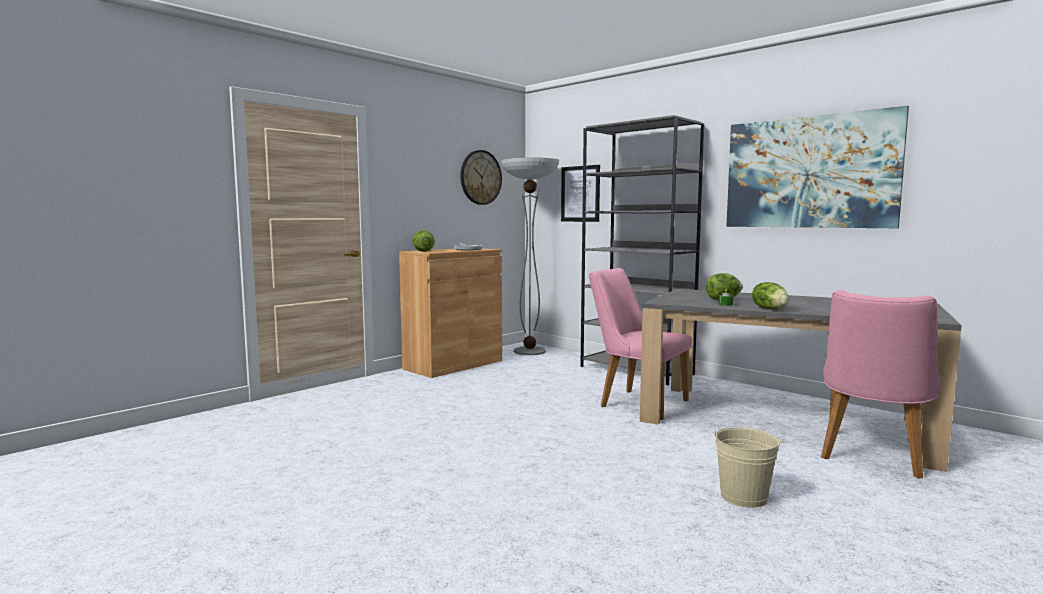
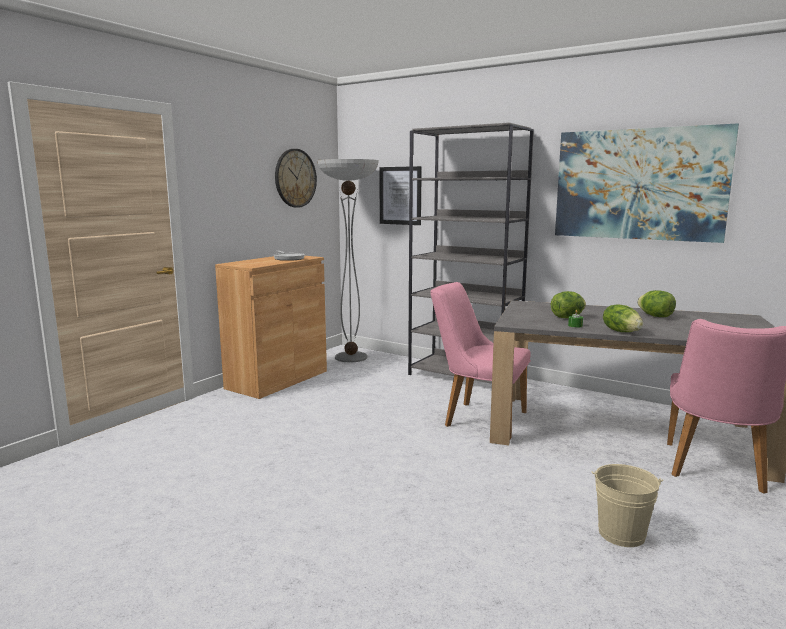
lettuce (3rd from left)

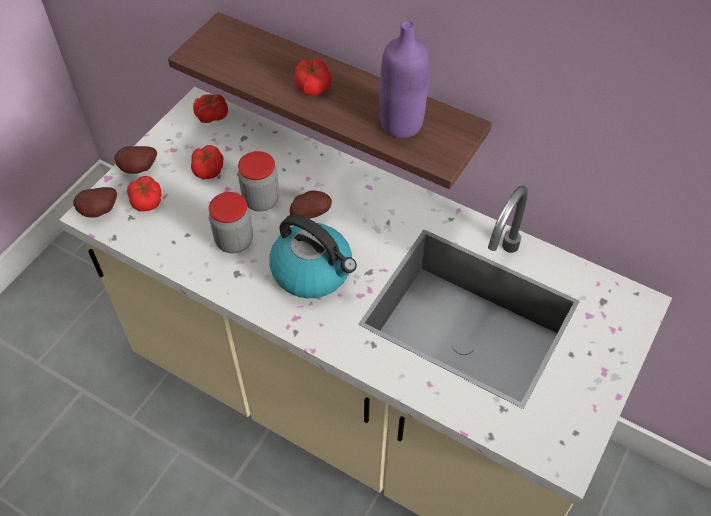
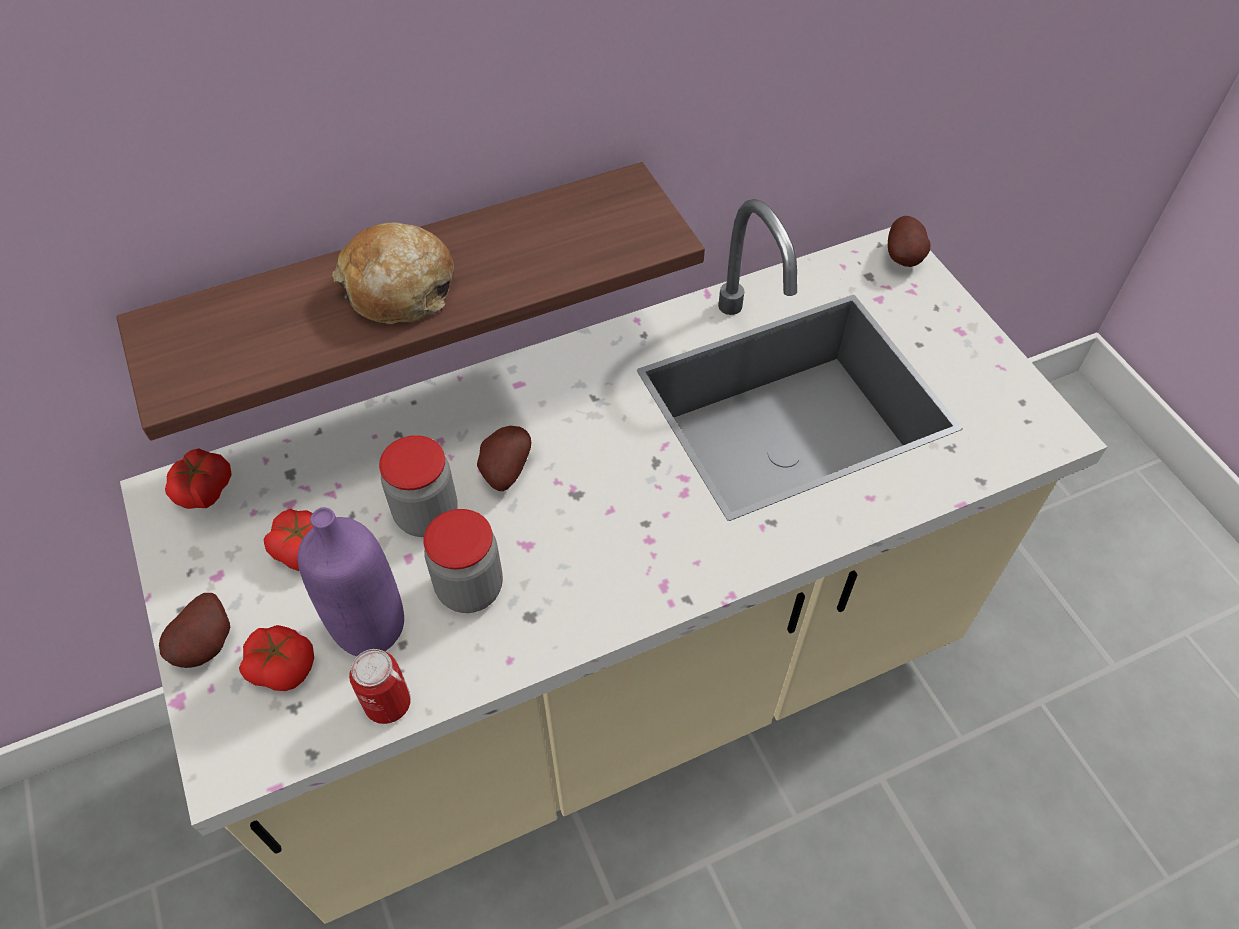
whole potato (3rd from left)
tea kettle
baked bread
purple-coloured bottle
metal can

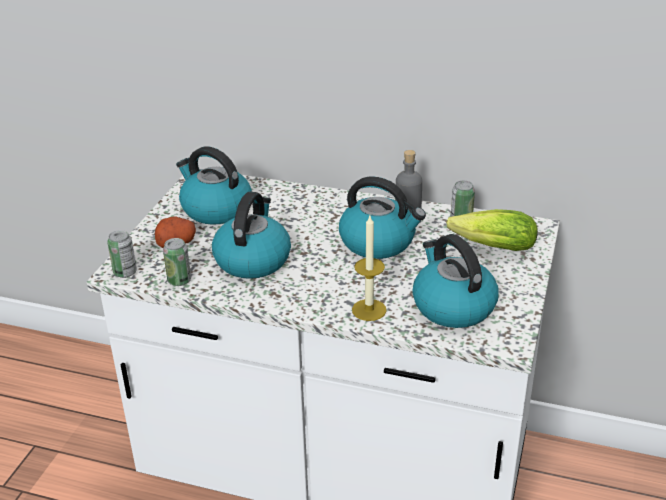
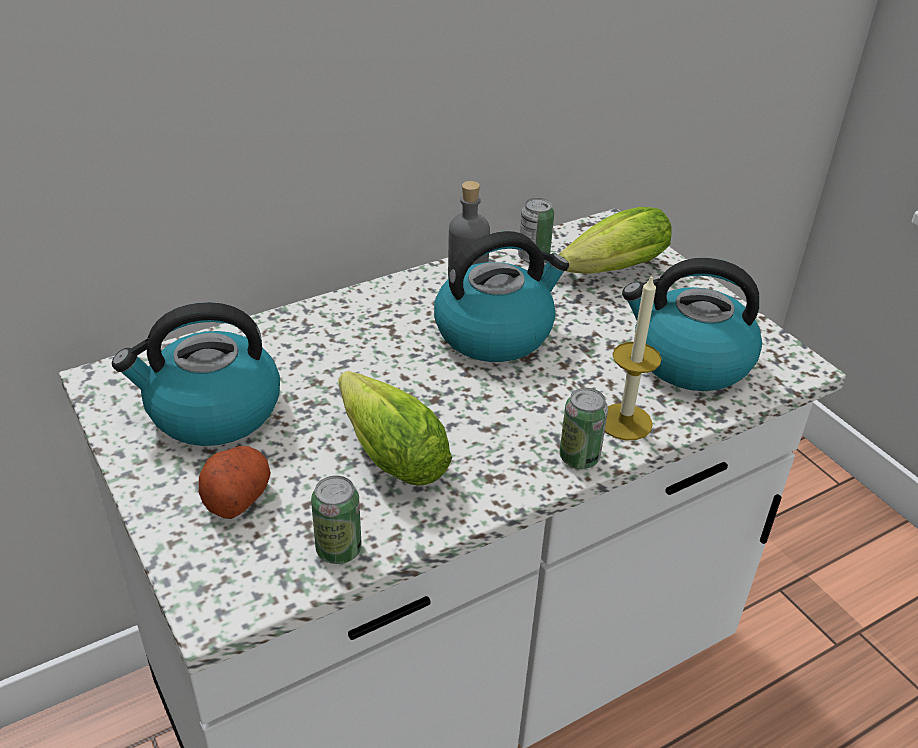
metal can (3rd from left)
lettuce (1st from left)

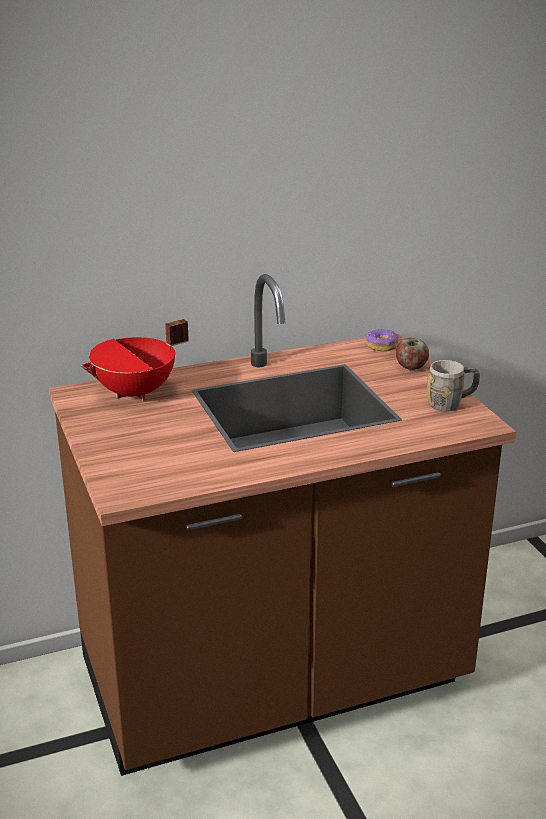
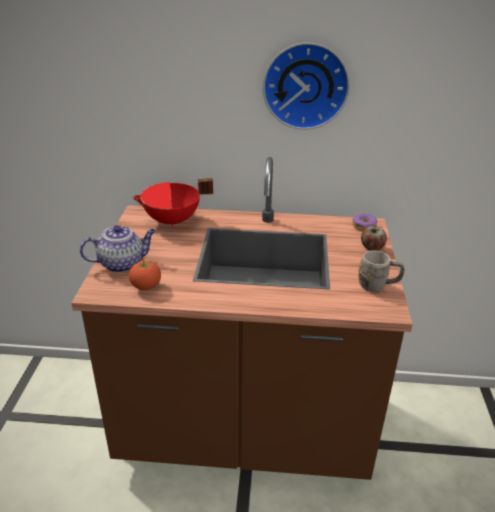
tea pot
fresh tomato
clock on the wall

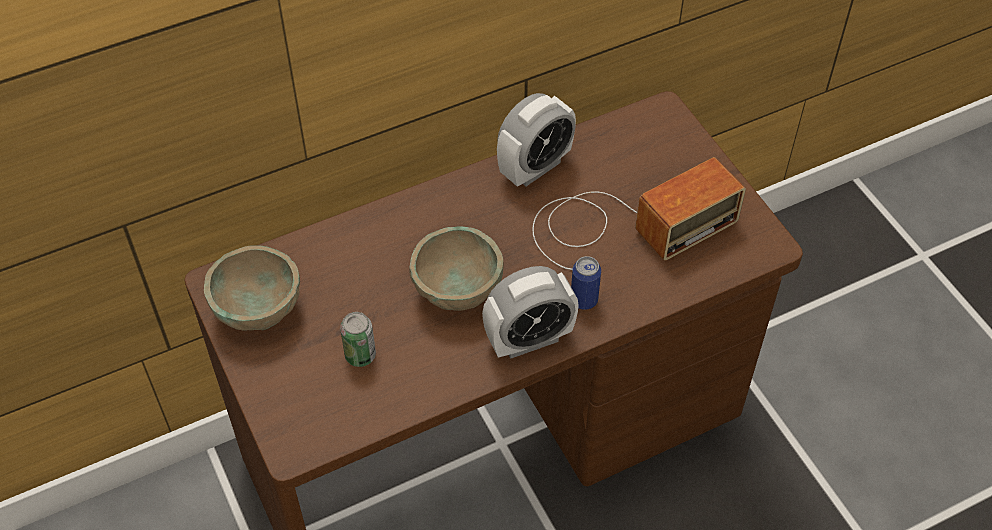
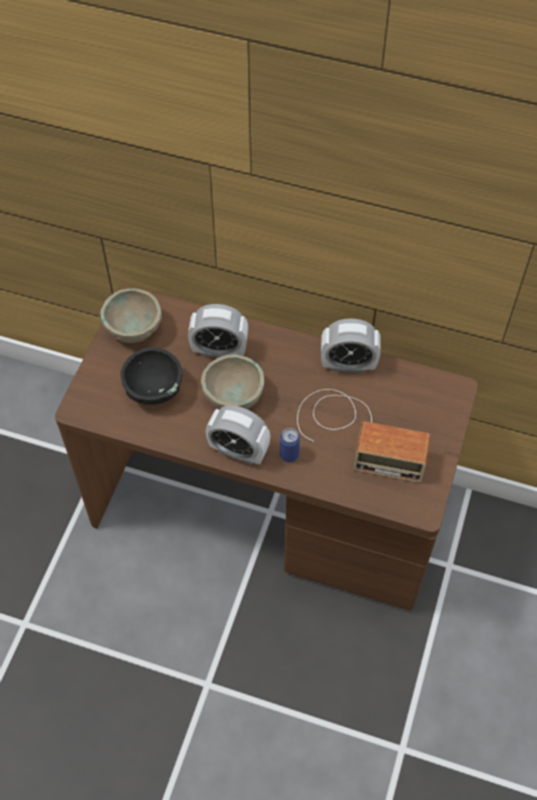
blackish serving bowl
table clock (1st from left)

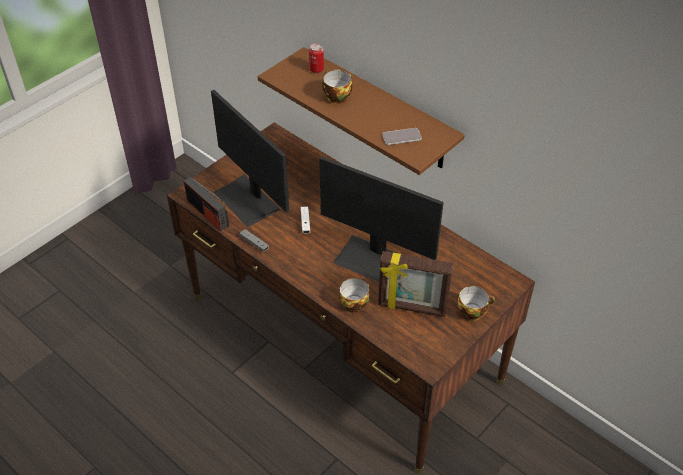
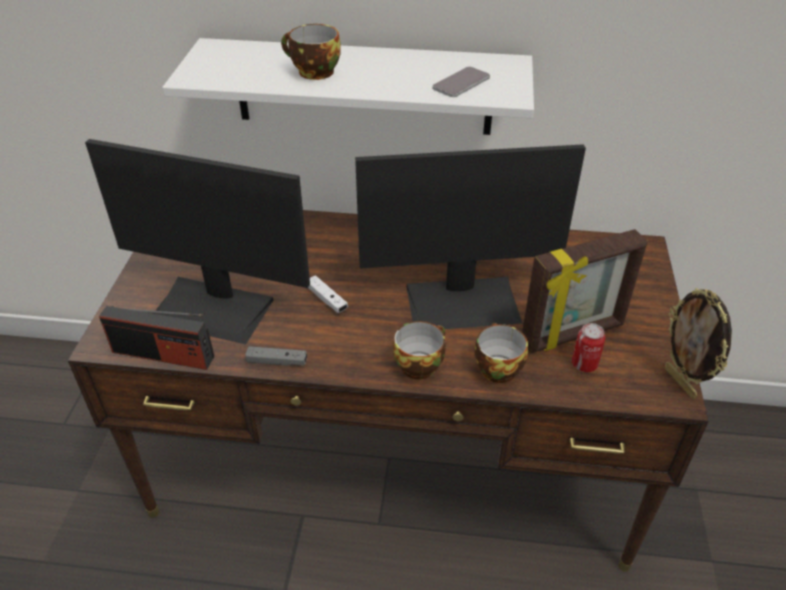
whitish bracket shelf
metal can
drinking cup (2nd from left)
photo frame (2nd from left)

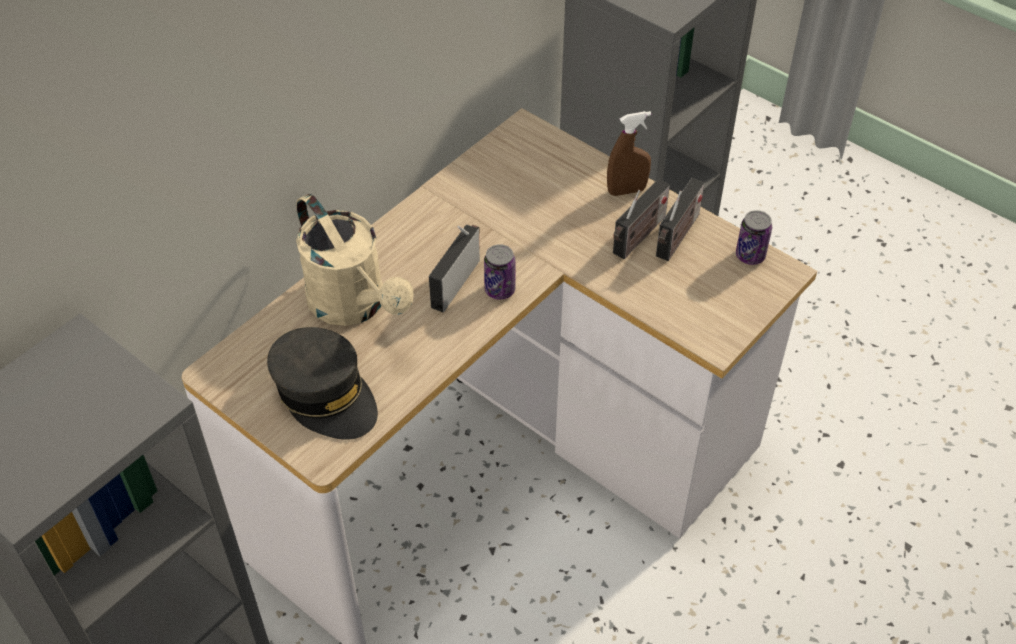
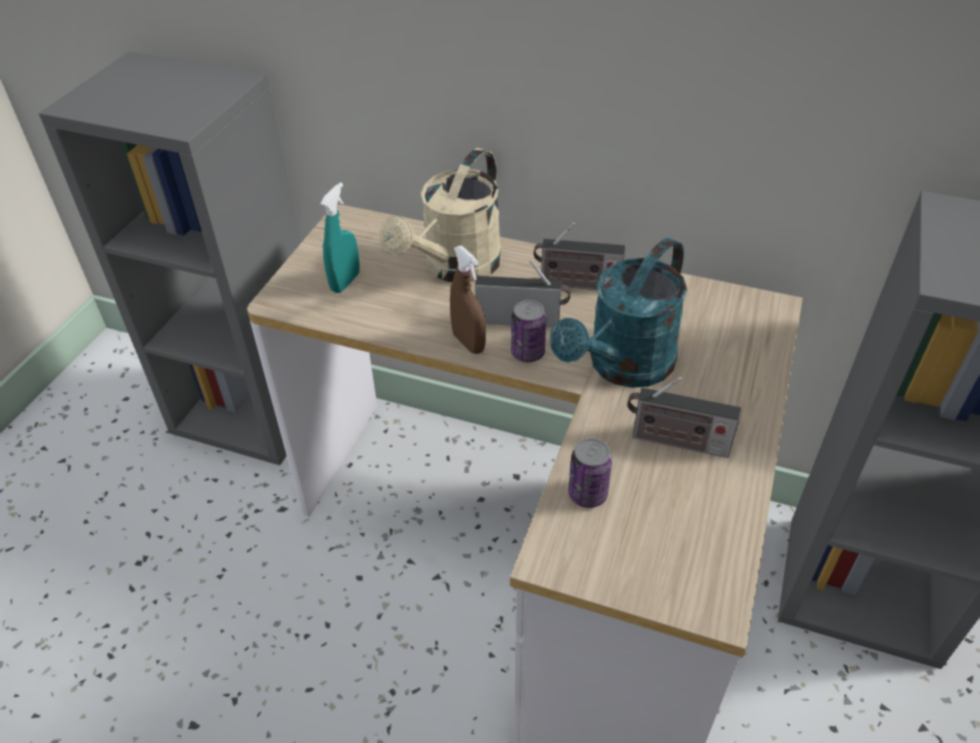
turquoise sprayer
brownish sprayer
radio receiver (2nd from left)
metal can (2nd from left)
turquoise watering pot

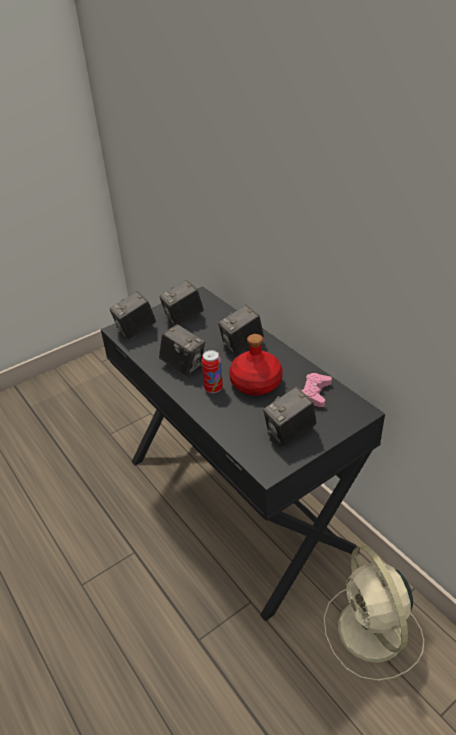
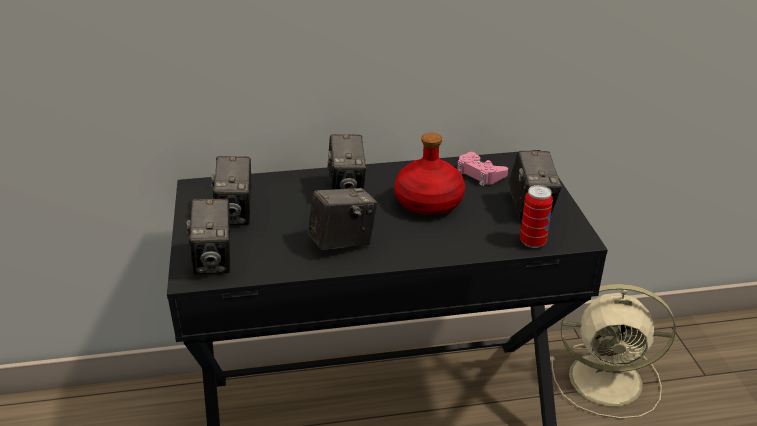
metal can

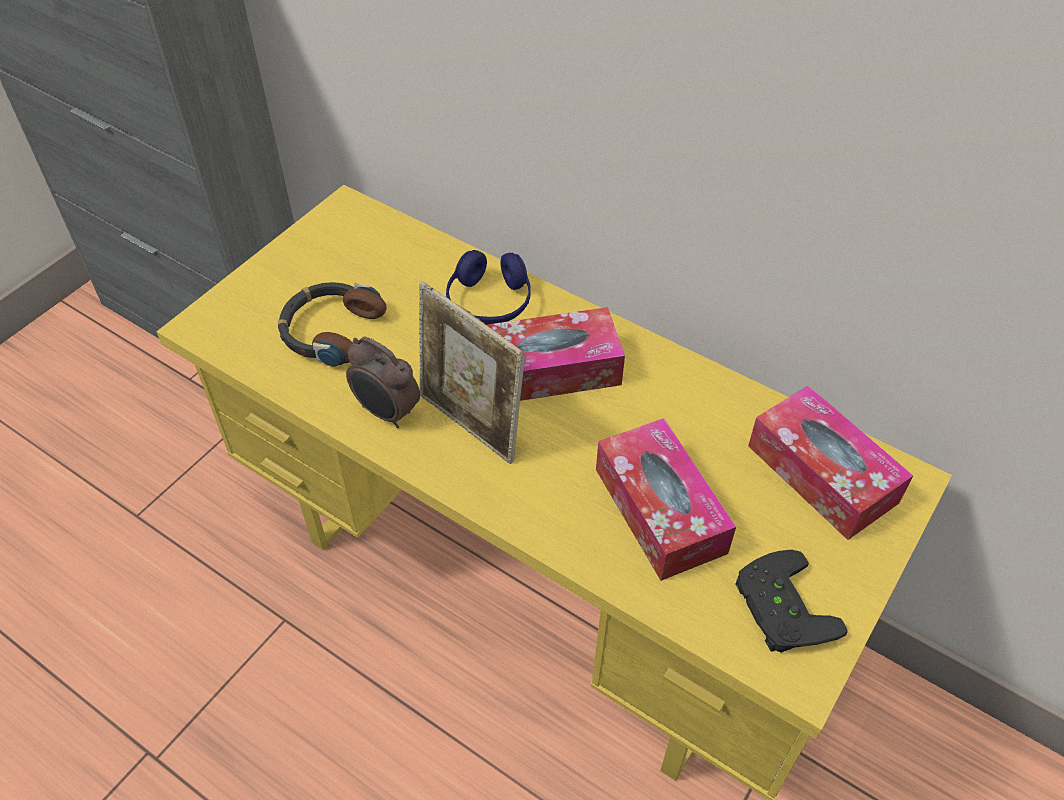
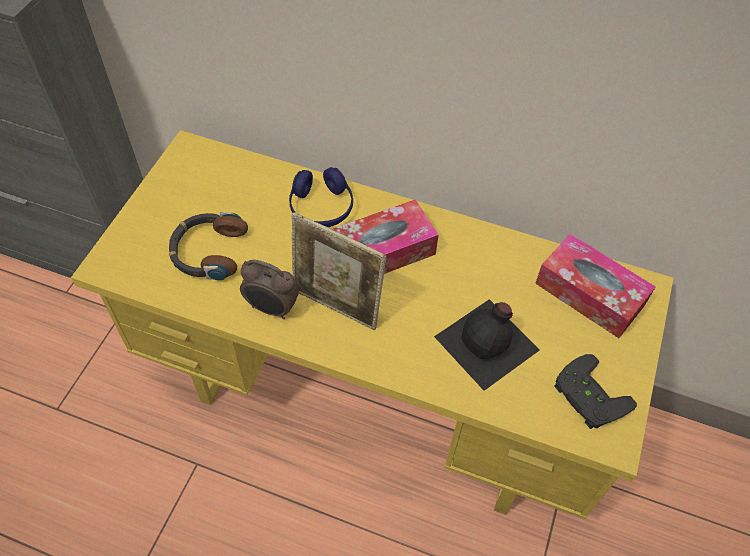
blackish bottle

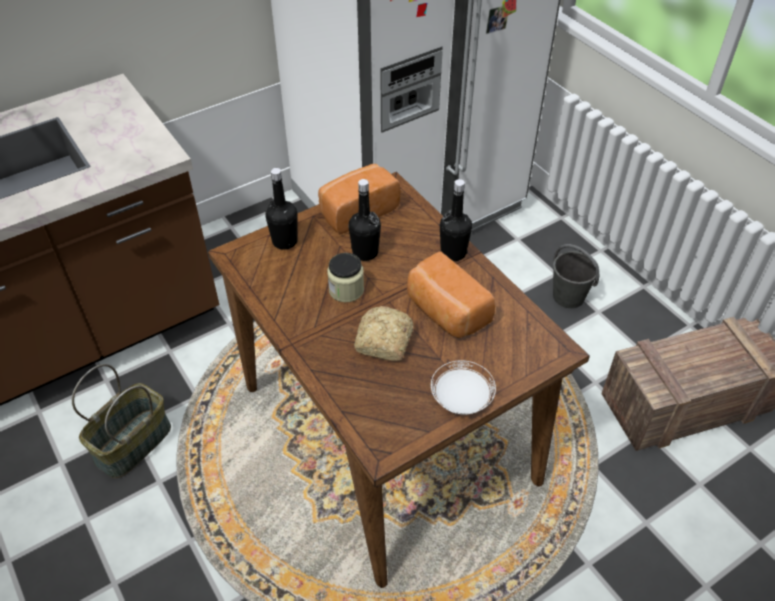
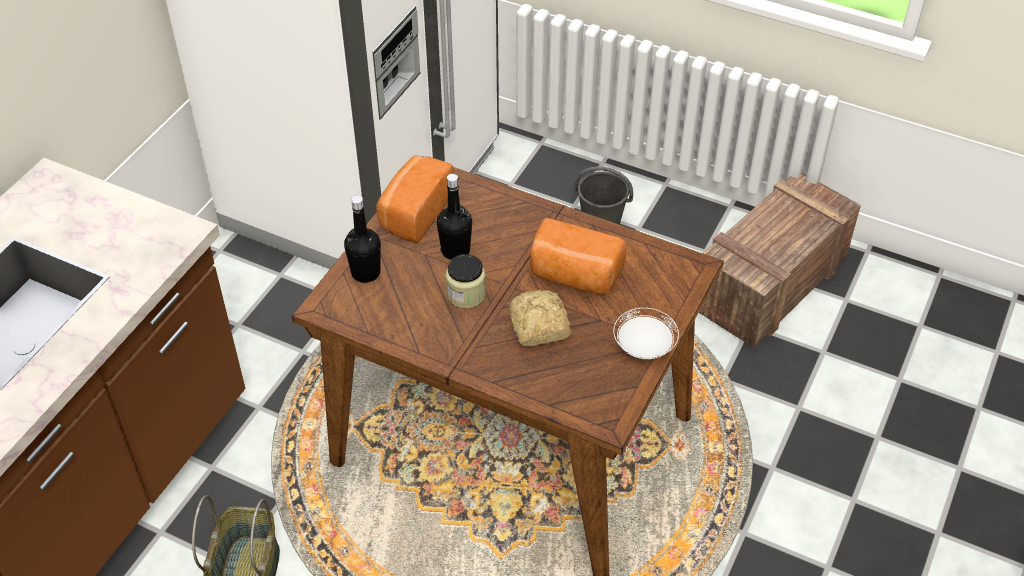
blackish bottle (3rd from left in the first image)

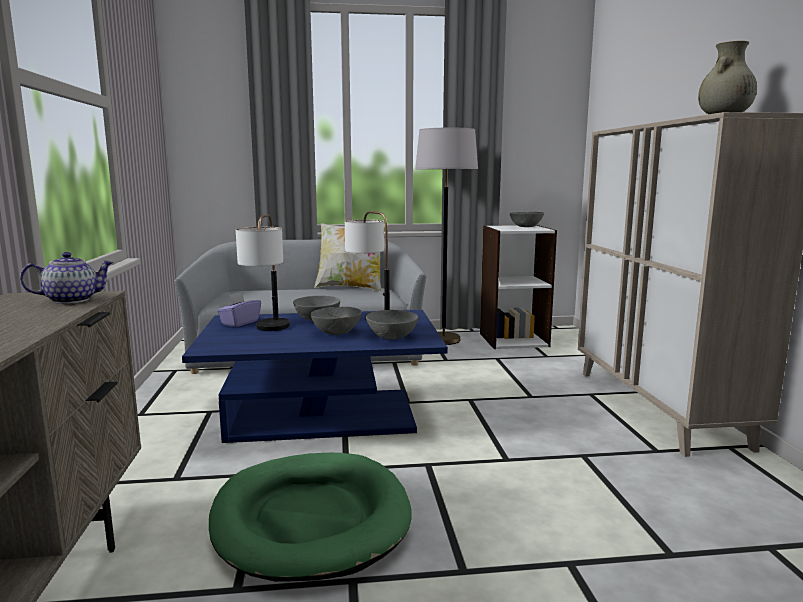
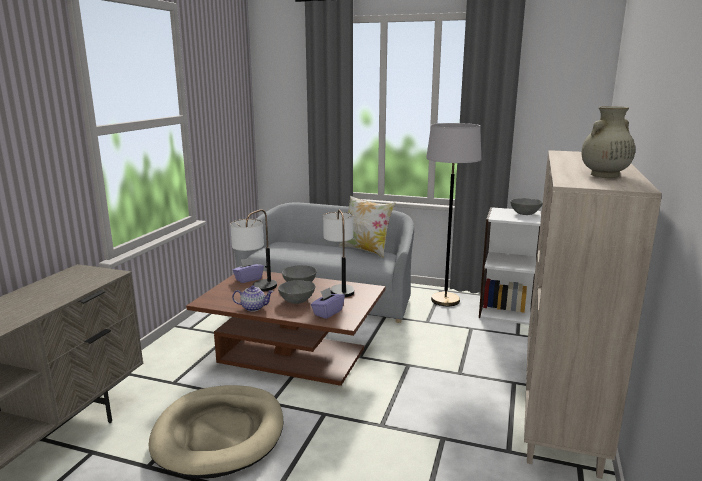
tea pot
brownish low table
beige pet bed
purple-coloured tissue box (2nd from left)

